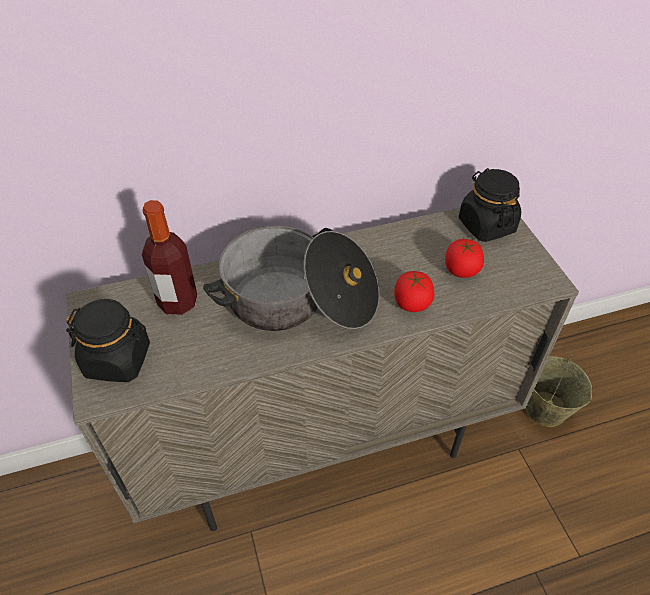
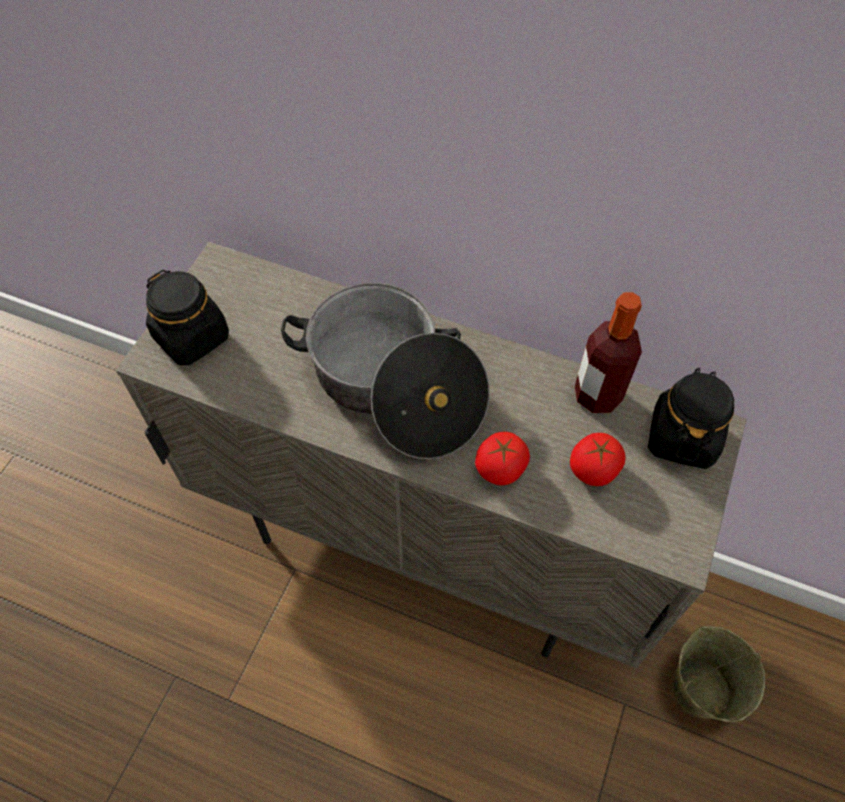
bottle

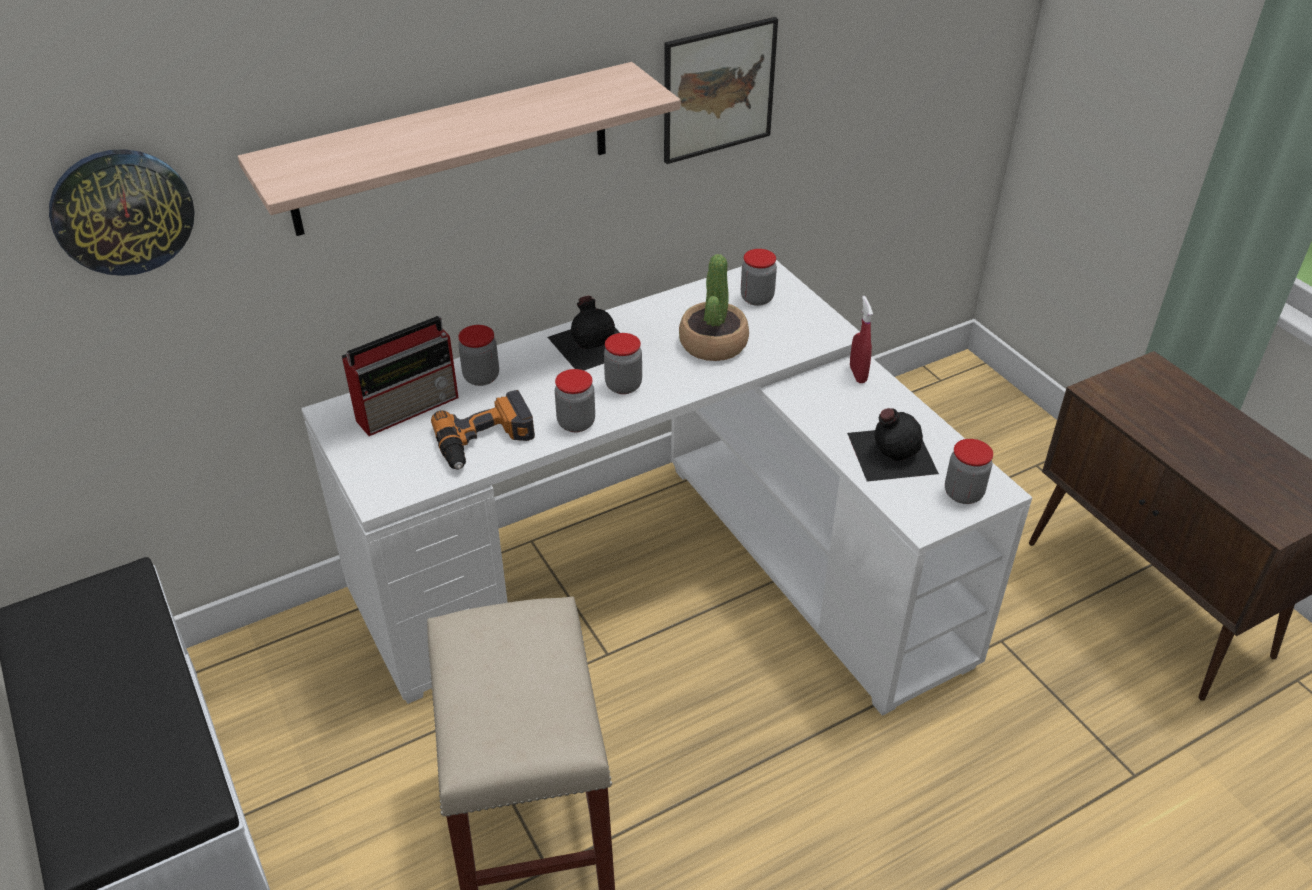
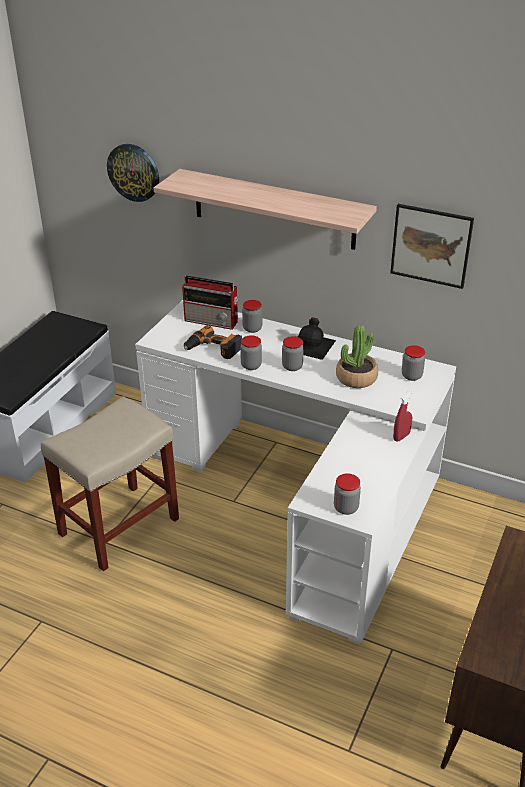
blackish bottle (2nd from left in the first image)

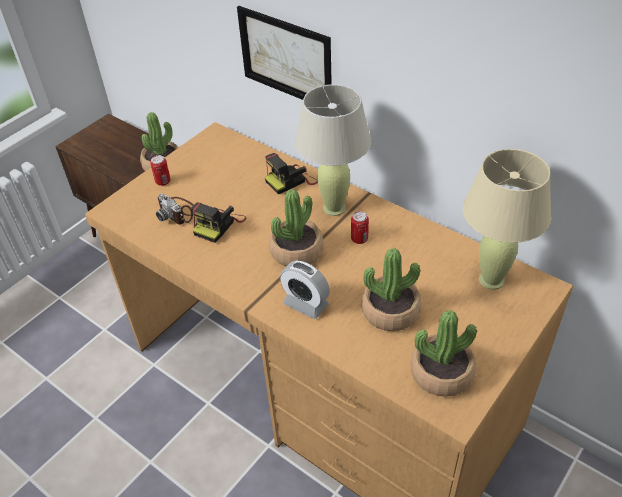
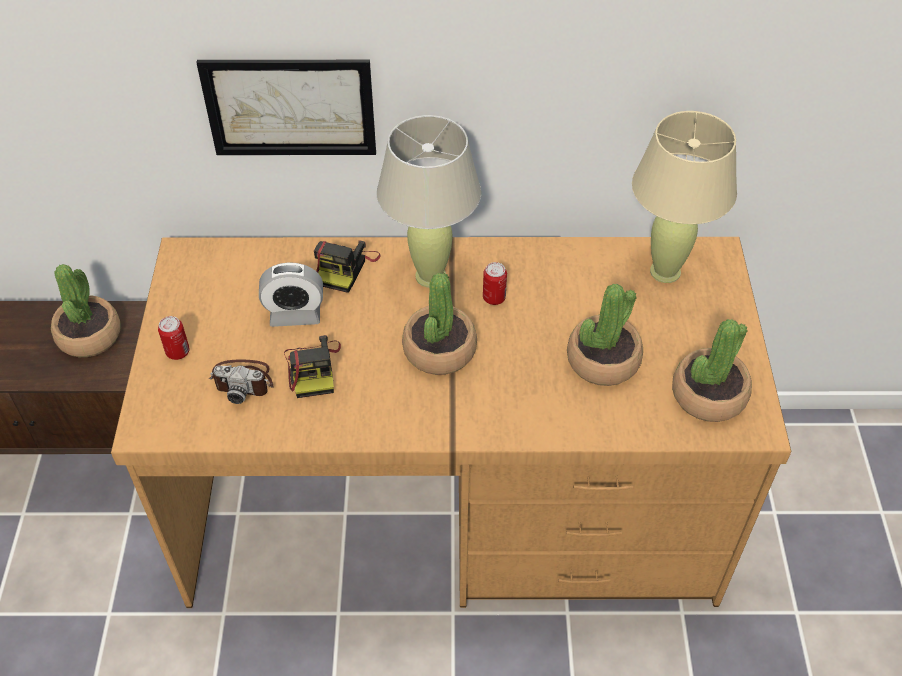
table clock

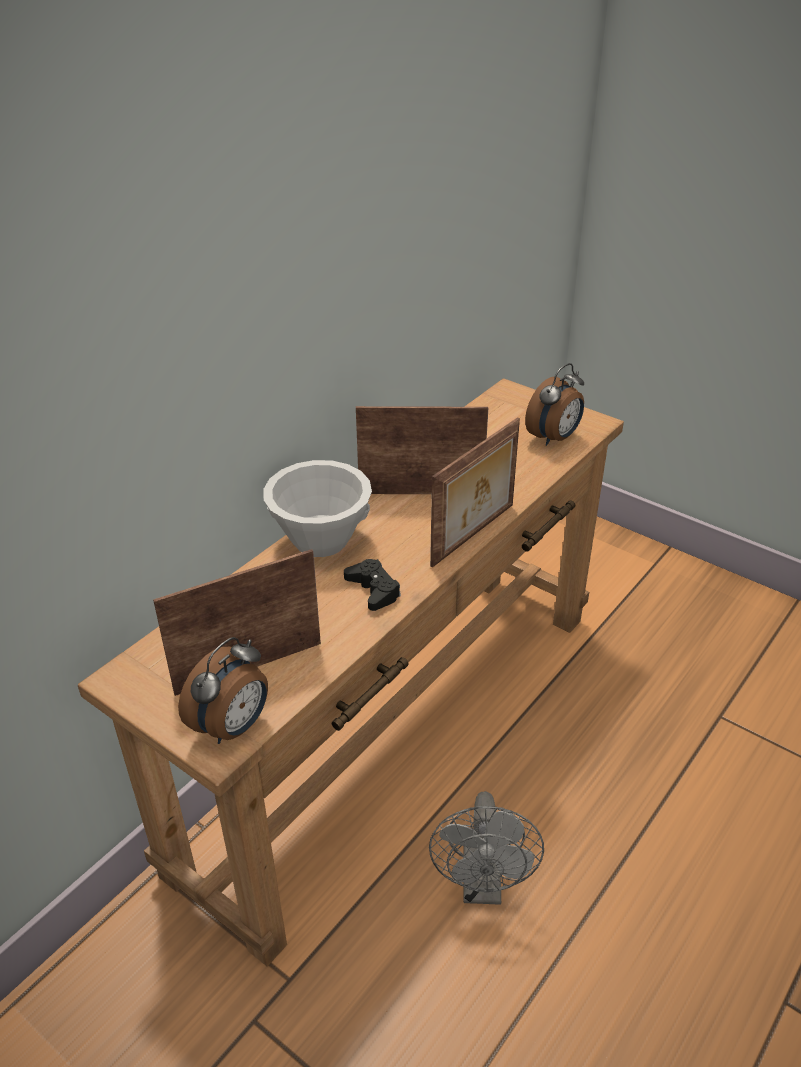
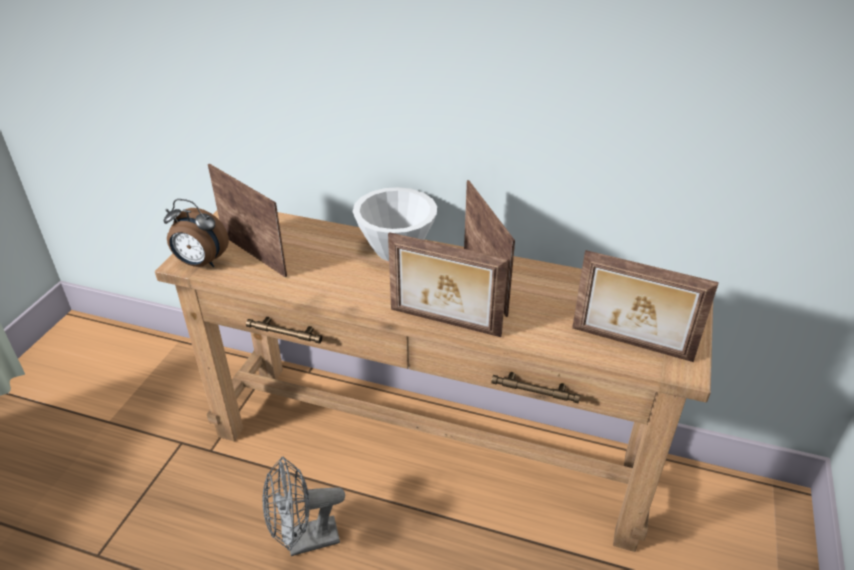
blackish gamepad
photo frame (4th from left)

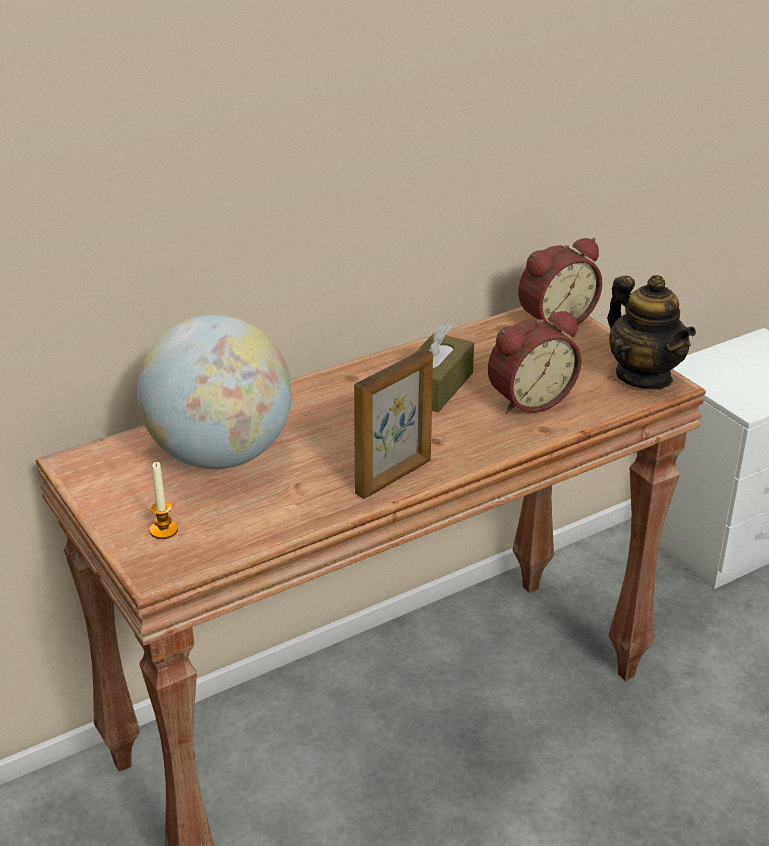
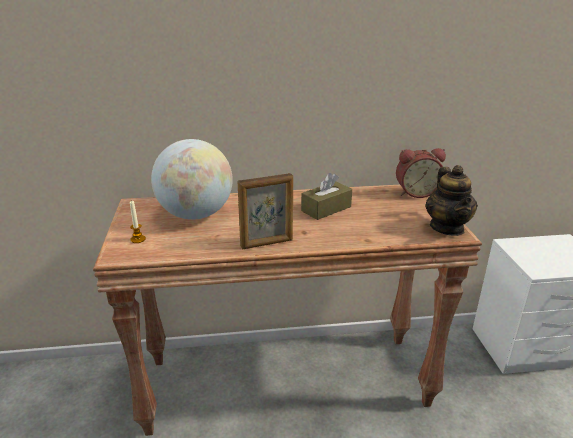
table clock (1st from left in the first image)

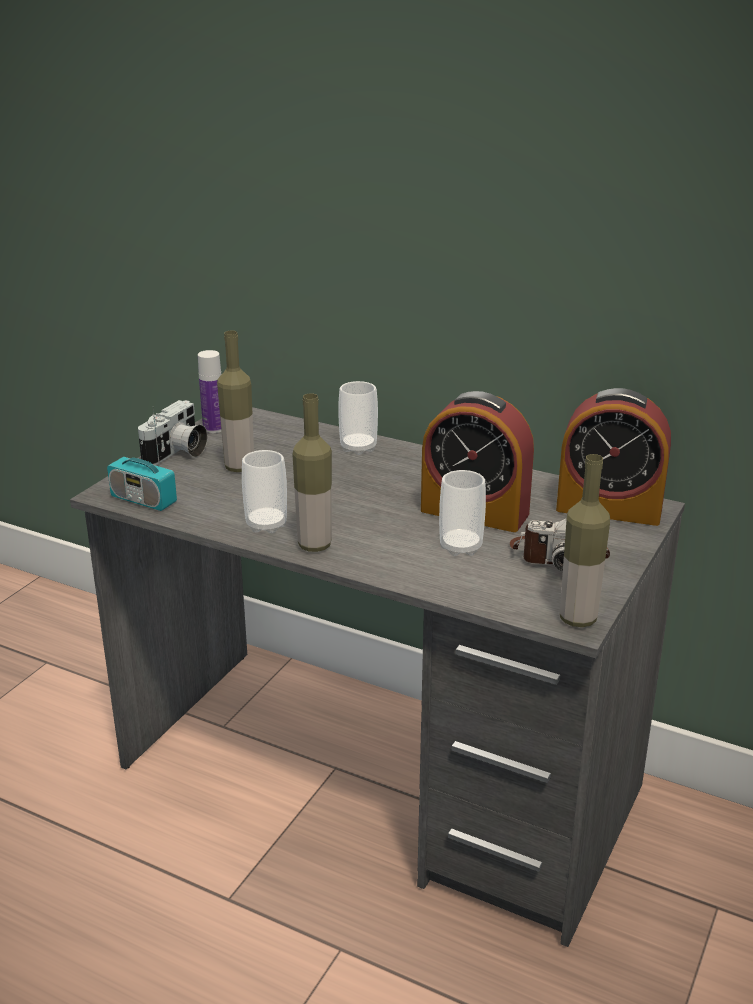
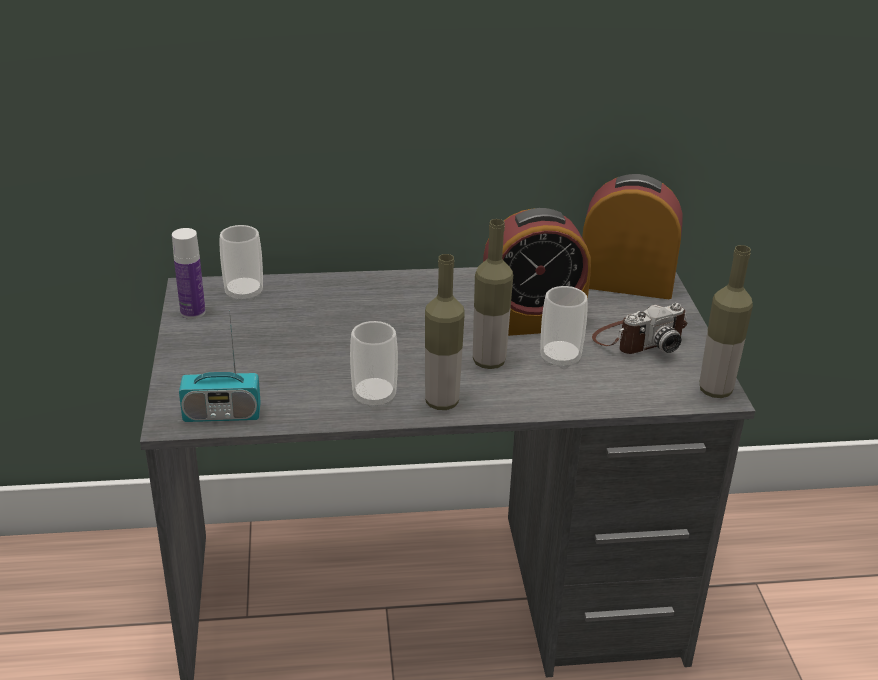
still camera (1st from left in the first image)
bottle (3rd from left)
drinking cup (1st from left)
table clock (2nd from left)

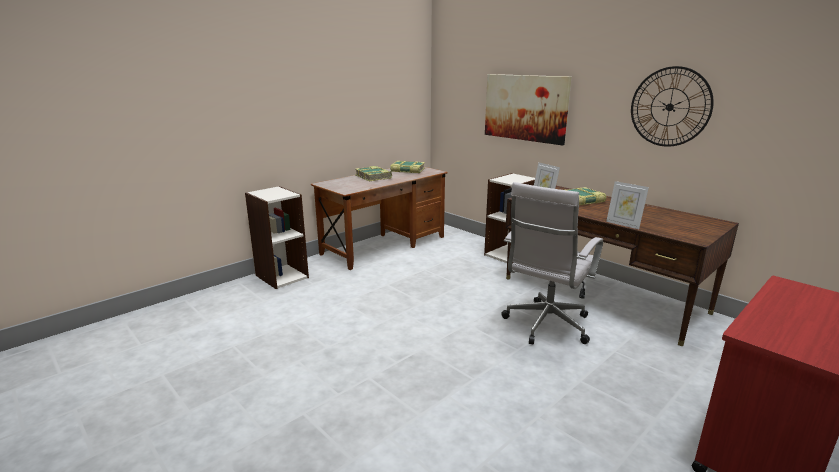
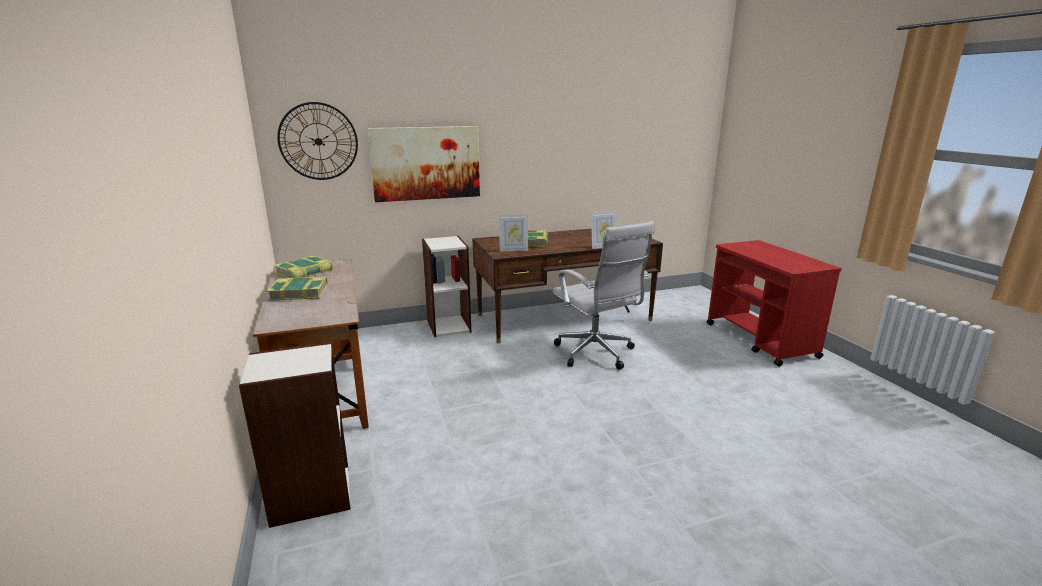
clock on the wall

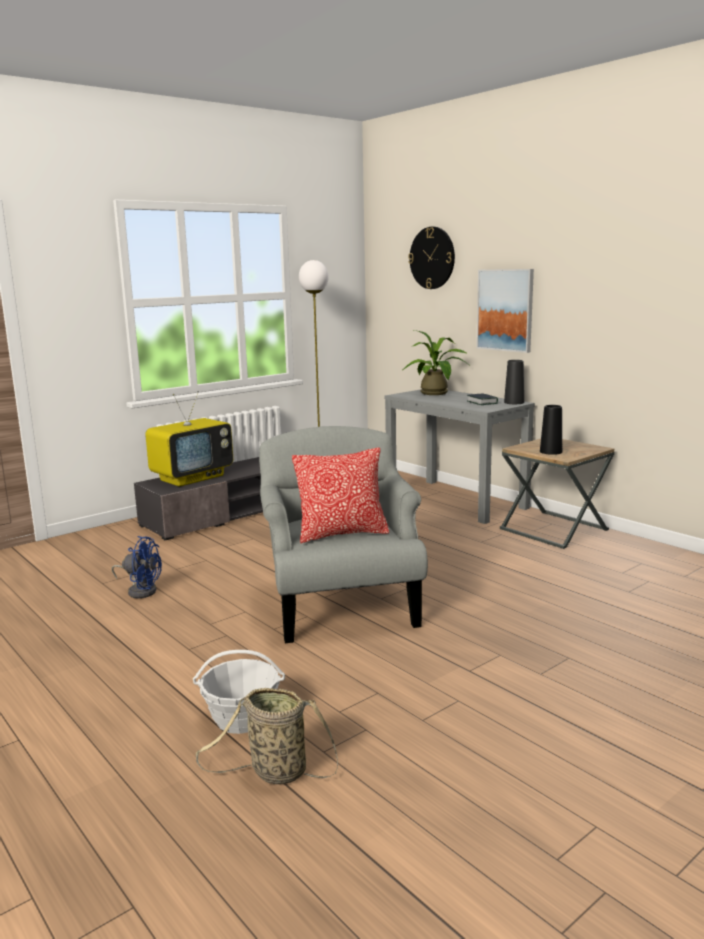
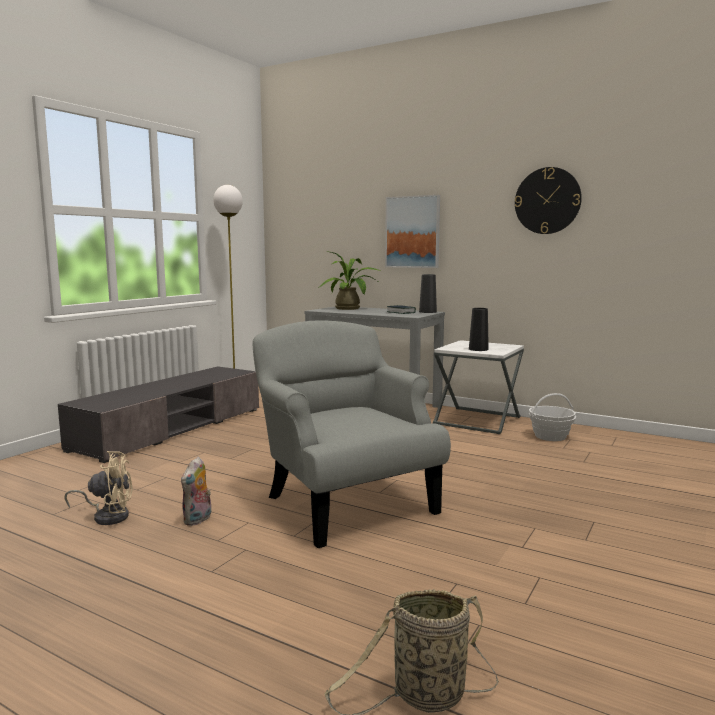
beige electric fan
TV
storage basket (2nd from left)
throw pillow
clock on the wall
whitish side table
soft toy

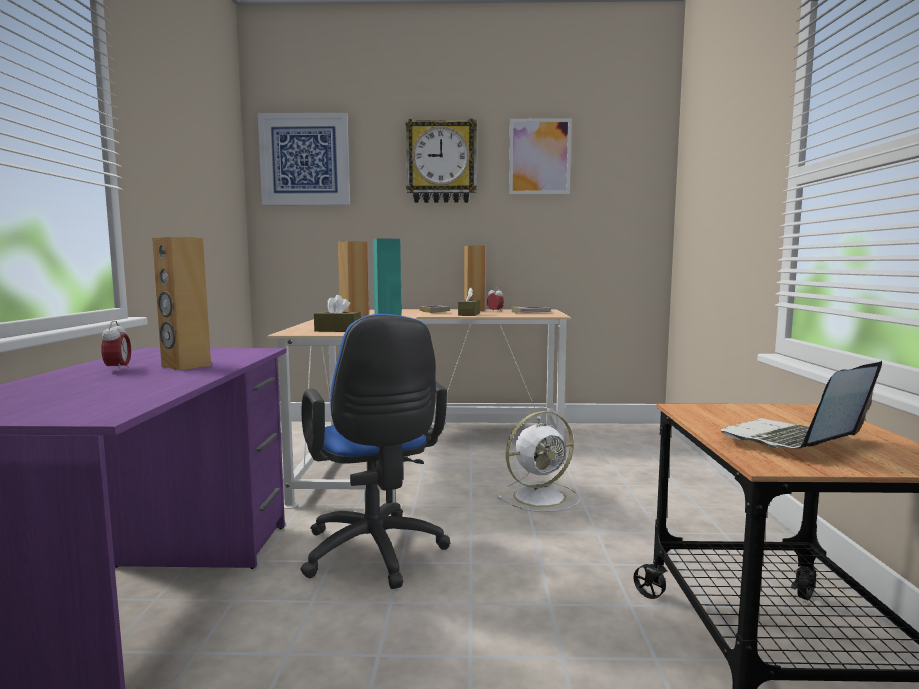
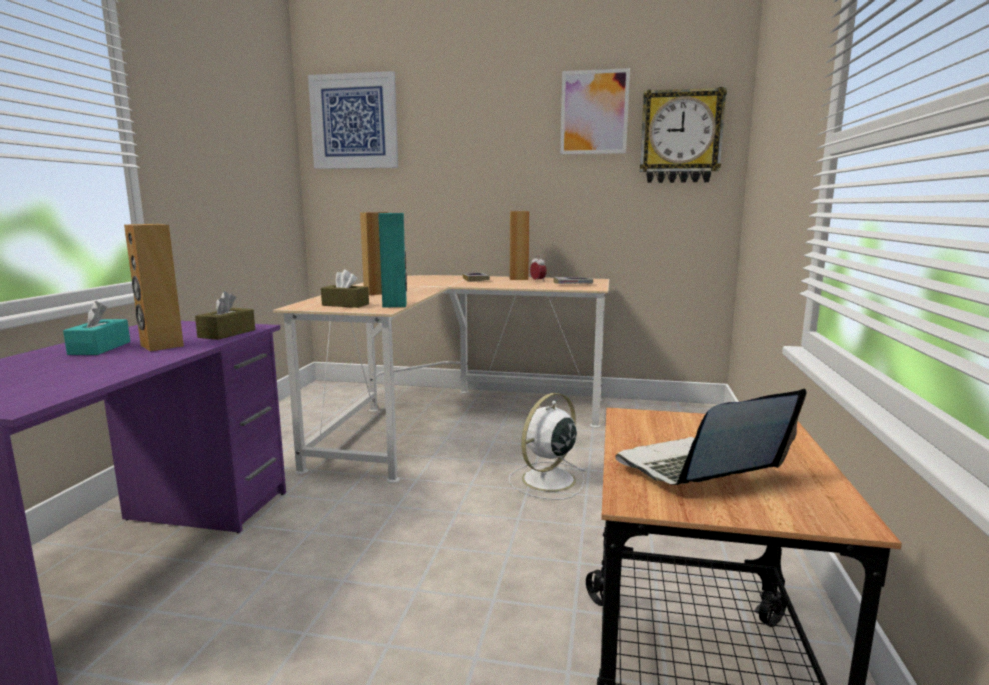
turquoise tissue box
blue office chair
clock on the wall
brownish tissue box (1st from left)
whitish electric fan

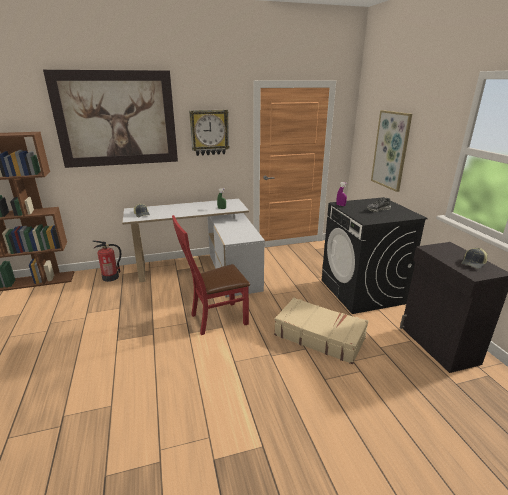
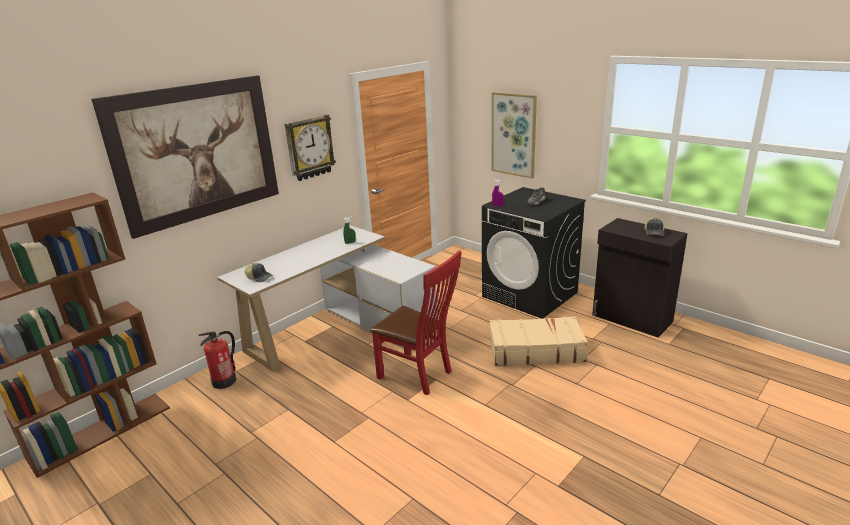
reddish upright chair

